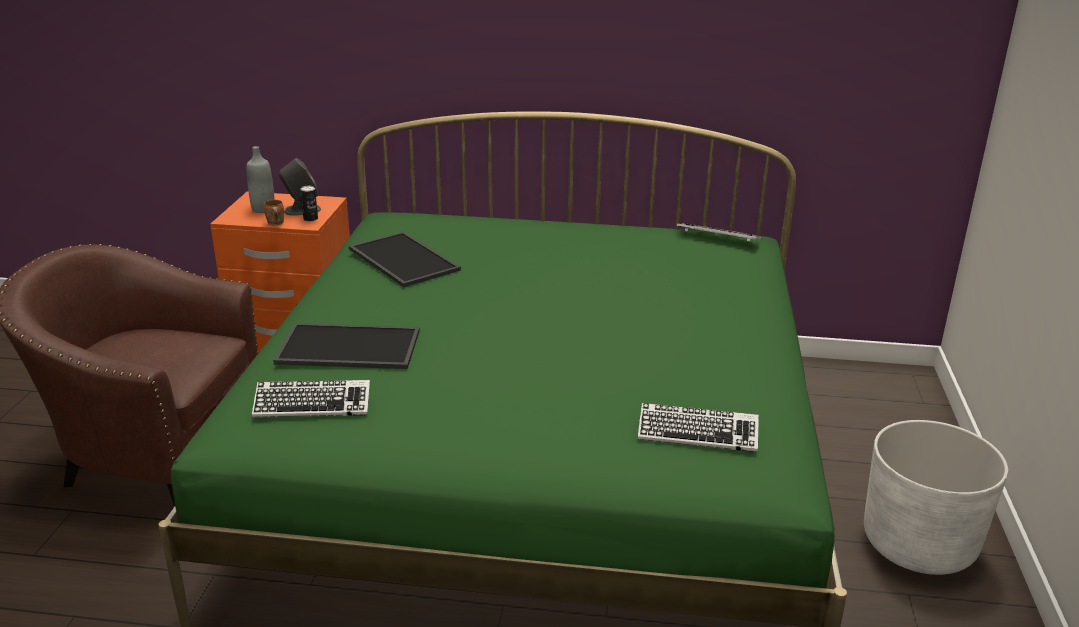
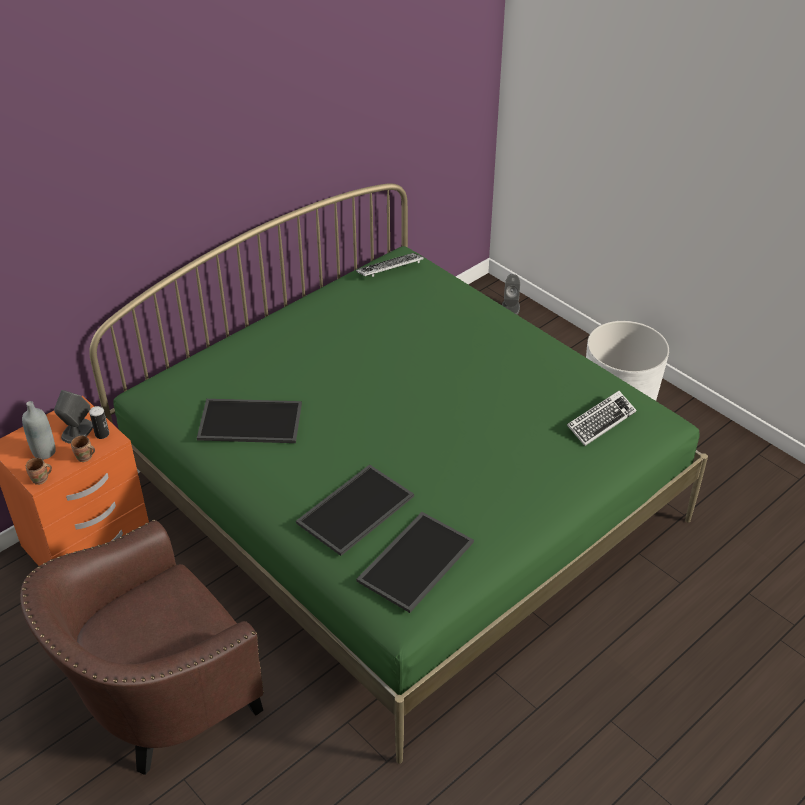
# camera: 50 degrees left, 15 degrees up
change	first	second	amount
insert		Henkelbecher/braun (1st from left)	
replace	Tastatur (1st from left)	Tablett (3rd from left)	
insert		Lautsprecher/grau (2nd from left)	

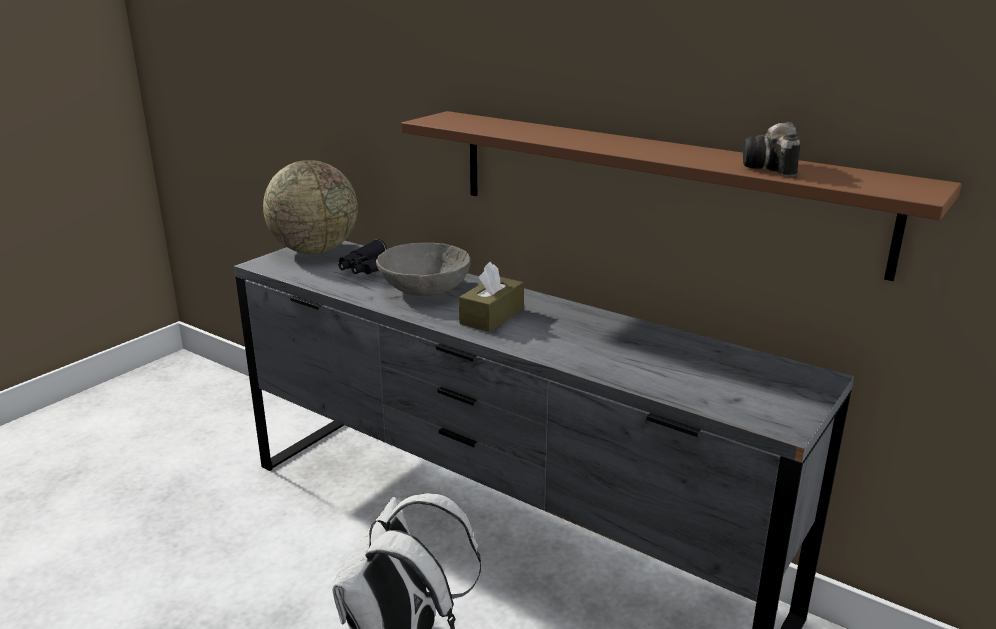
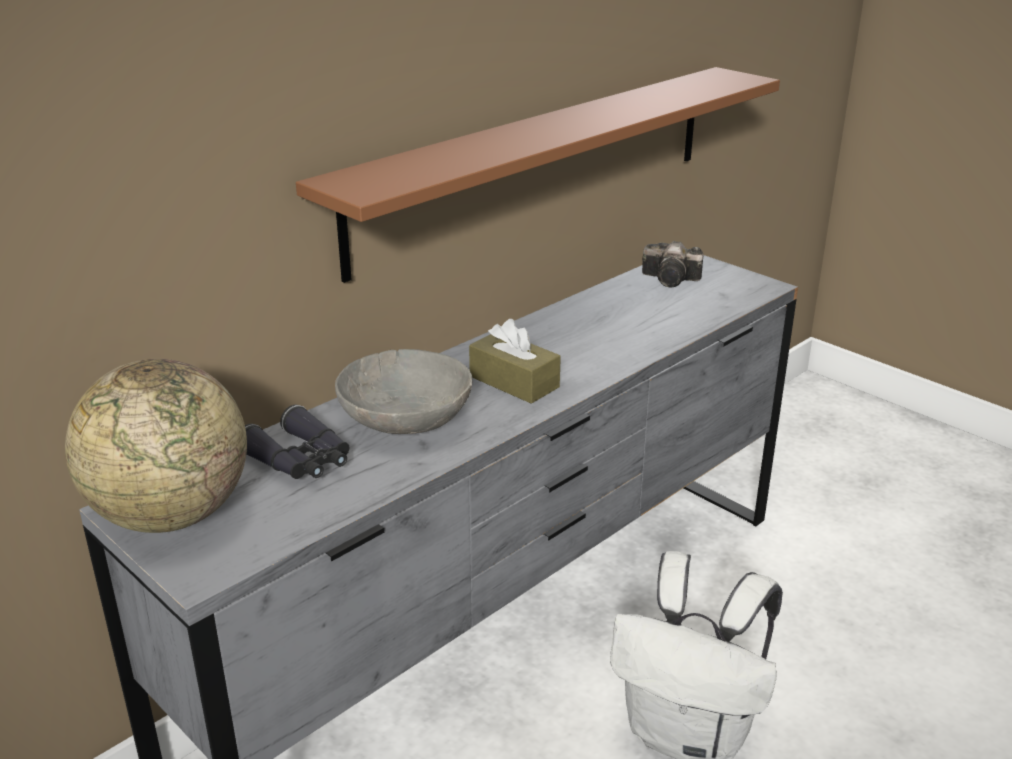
# camera: 80 degrees left, 5 degrees up
change	first	second	amount
move	Kamera		

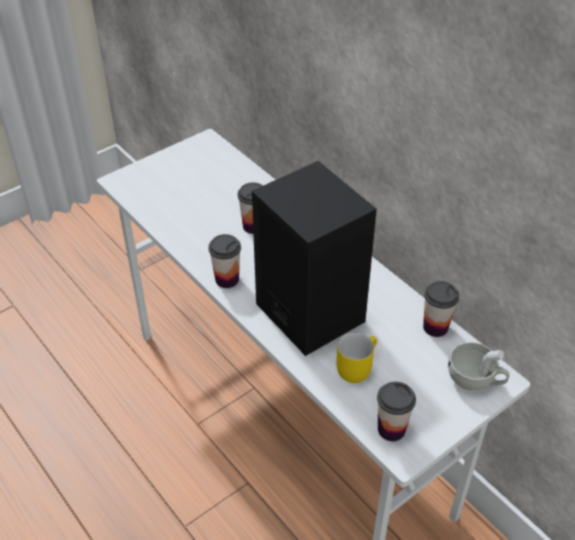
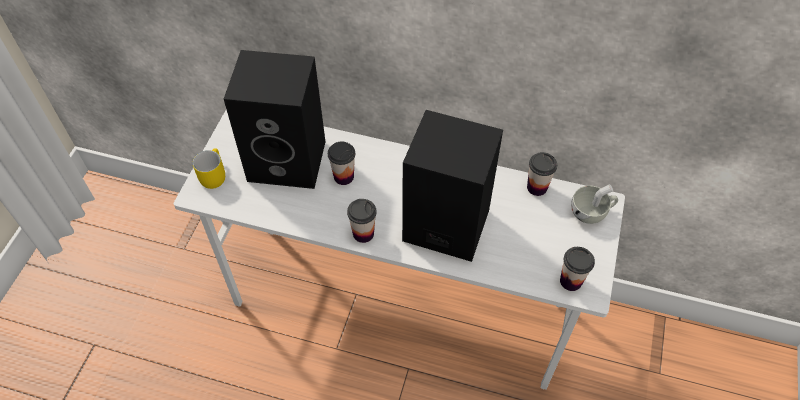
# camera: 35 degrees left, 10 degrees up
change	first	second	amount
move	Henkelbecher/gelb		
insert		Lautsprecher/schwarz (1st from left)	

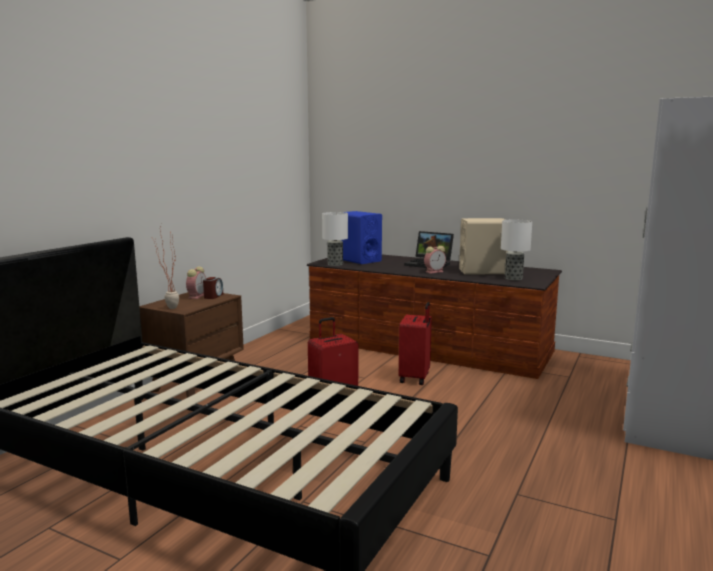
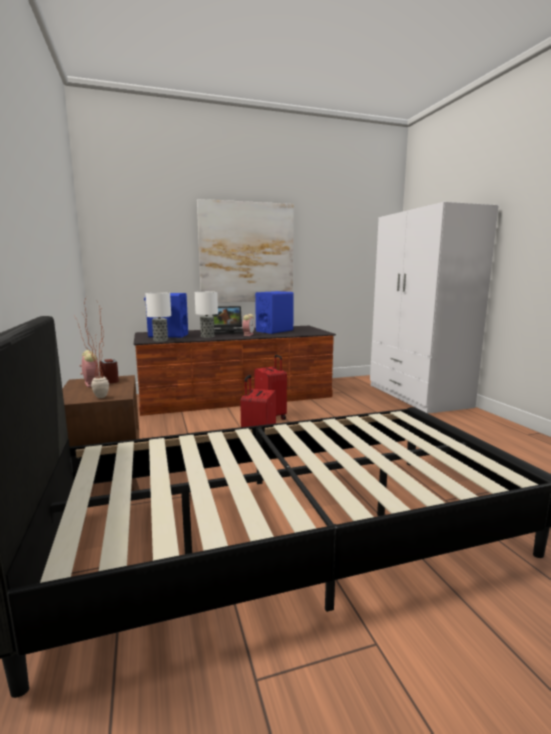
# camera: 45 degrees left, 0 degrees up
change	first	second	amount
move	Tischlampe (2nd from left)		
insert		Bild	
recolor	Lautsprecher/beige	Lautsprecher/blau (2nd from left)	

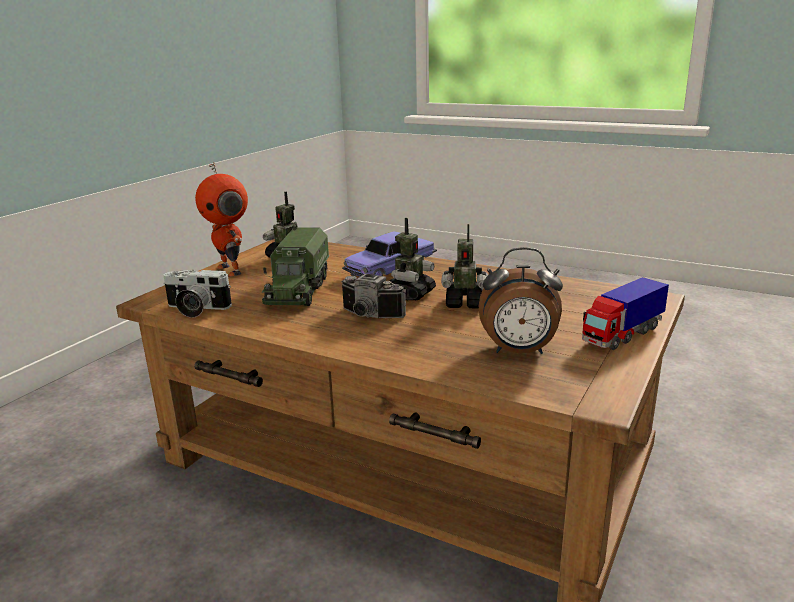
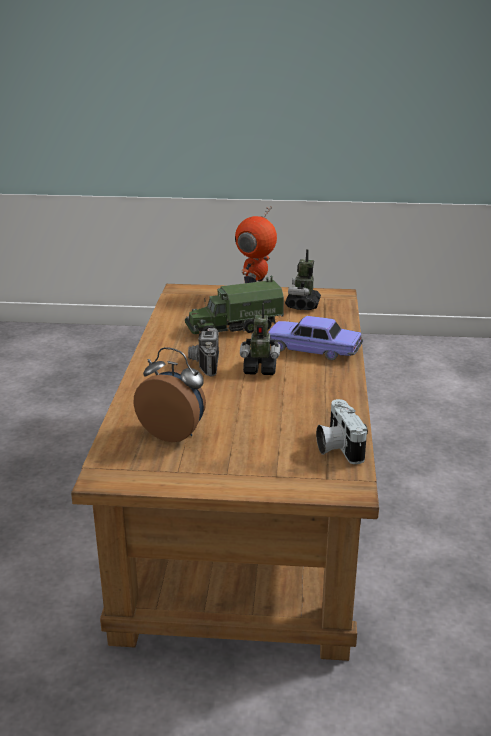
# camera: 65 degrees right, 5 degrees up
change	first	second	amount
rotate	Wecker		135 degrees clockwise
move	Kamera (1st from left in the first image)	Kamera (2nd from left)	
delete	Spielzeugroboter (4th from left)		
delete	Spielzeuglaster (2nd from left)		

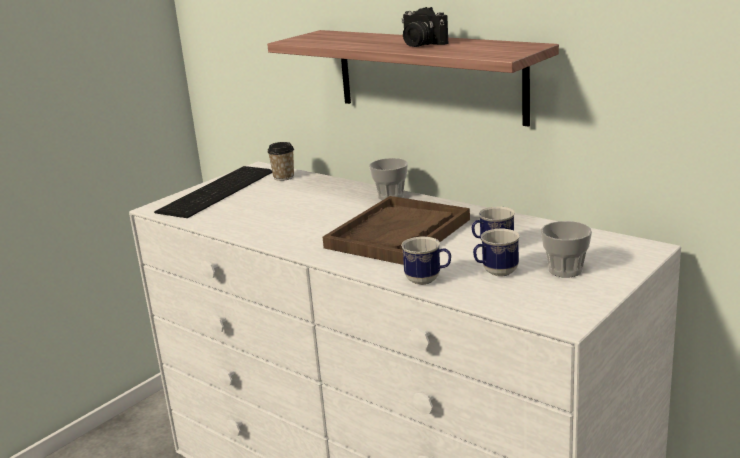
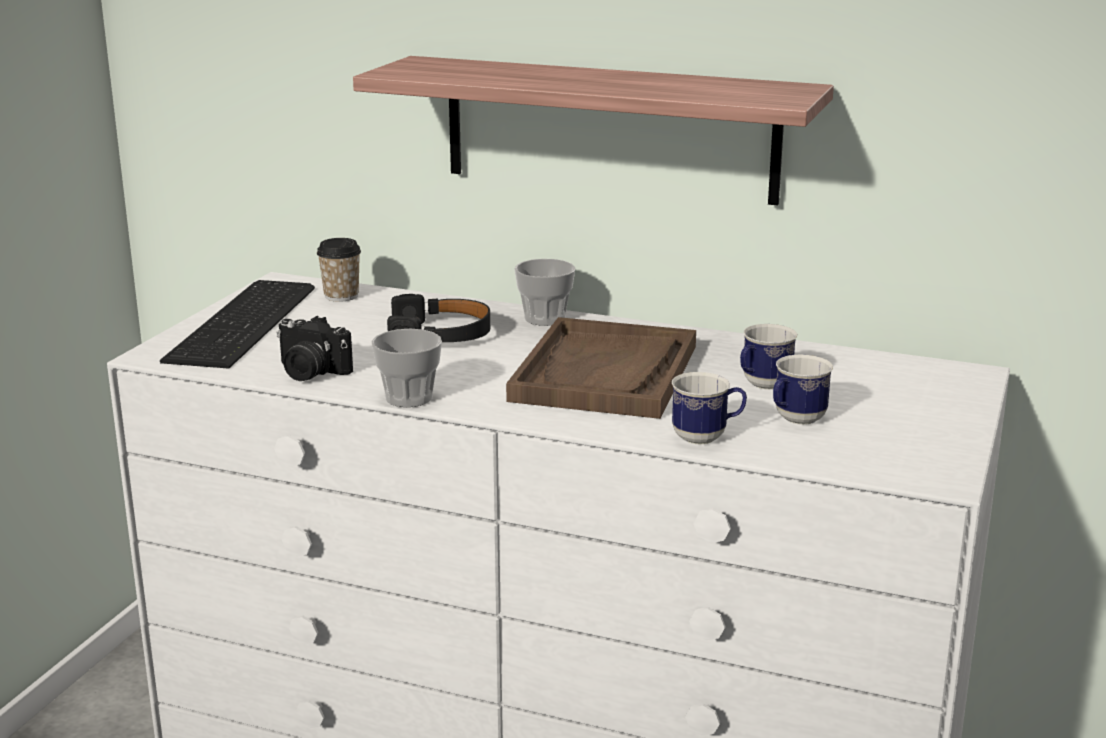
# camera: 20 degrees left, 0 degrees up
change	first	second	amount
move	Kamera		
move	Tasse (3rd from left in the first image)	Tasse (2nd from left)	
insert		Kopfhörer/schwarz	

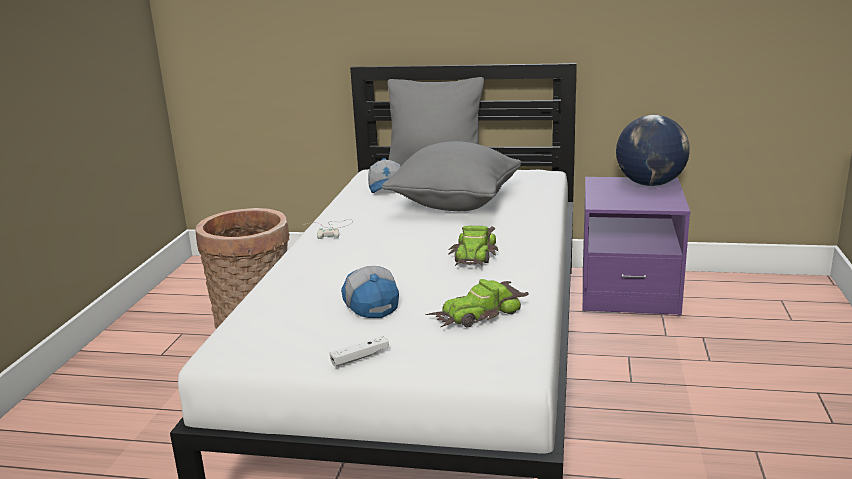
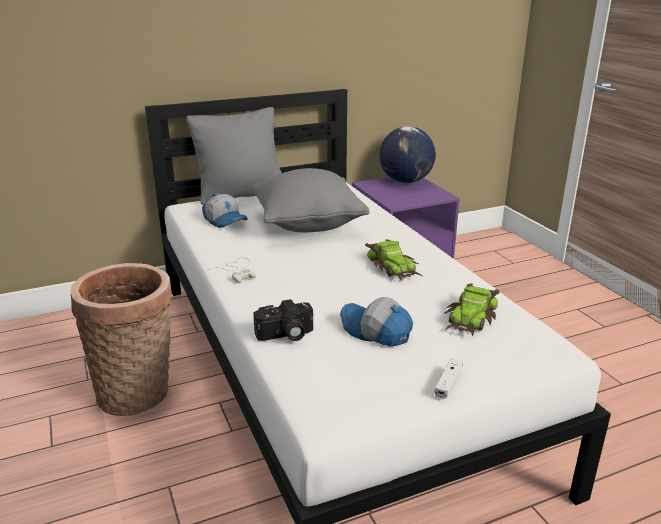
# camera: 35 degrees left, 5 degrees up
change	first	second	amount
insert		Kamera	

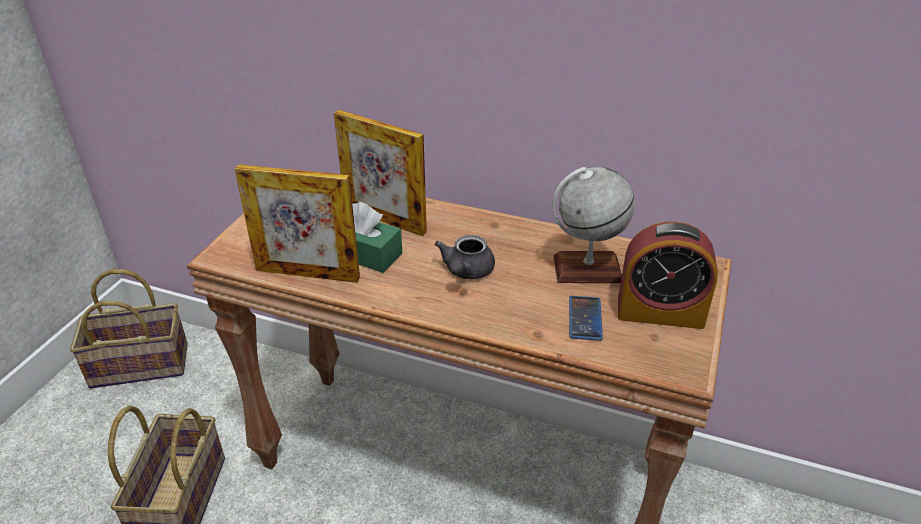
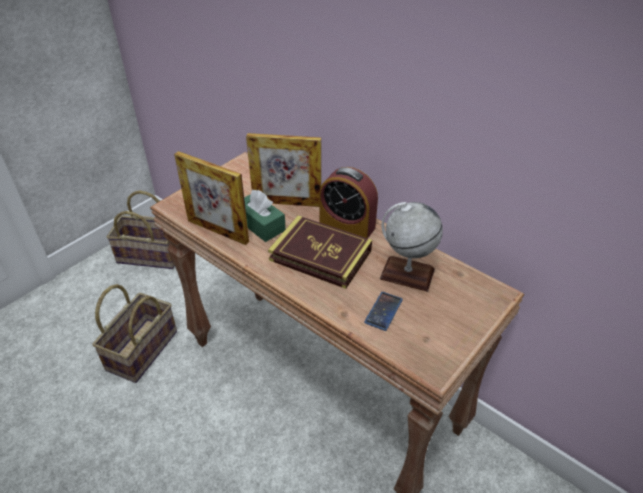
# camera: 20 degrees right, 5 degrees up
change	first	second	amount
rotate	Bilderrahmen (2nd from left)		45 degrees counterclockwise
replace	Teekanne/grau	Buch	
move	Wecker		

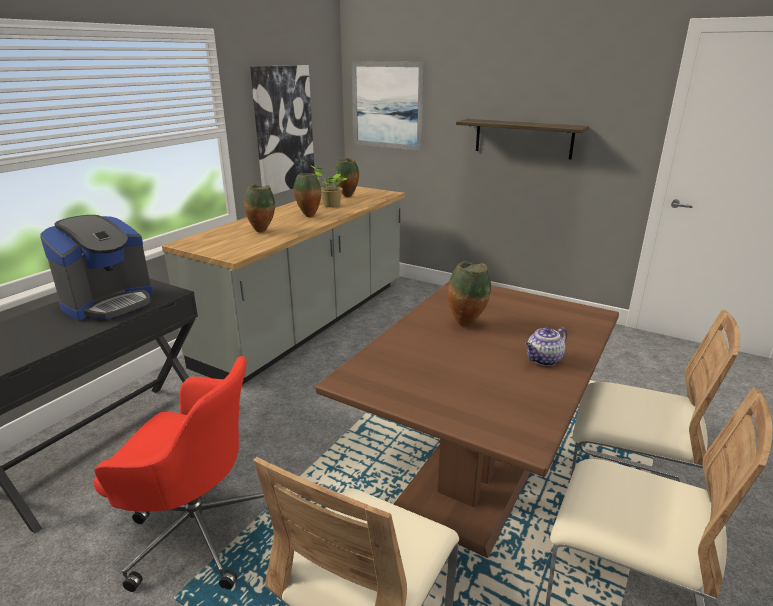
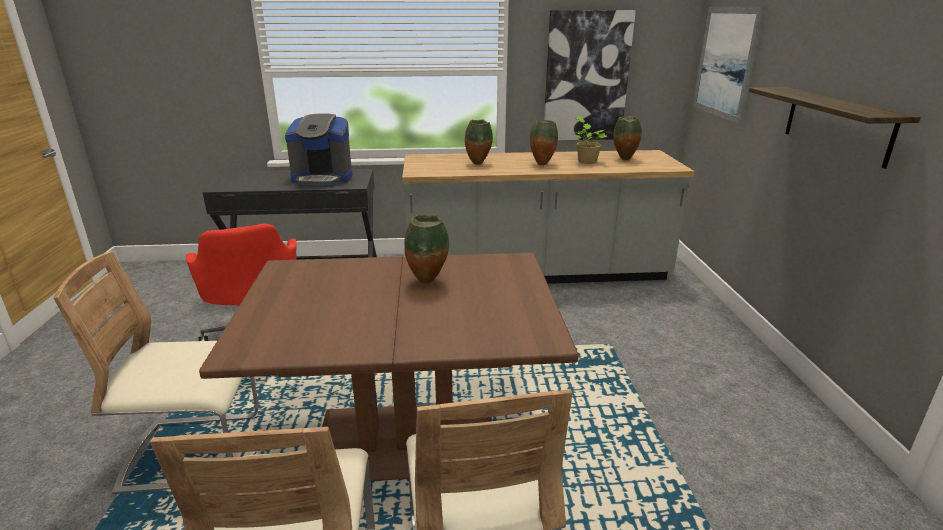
# camera: 55 degrees right, 0 degrees up
change	first	second	amount
delete	Teekanne		

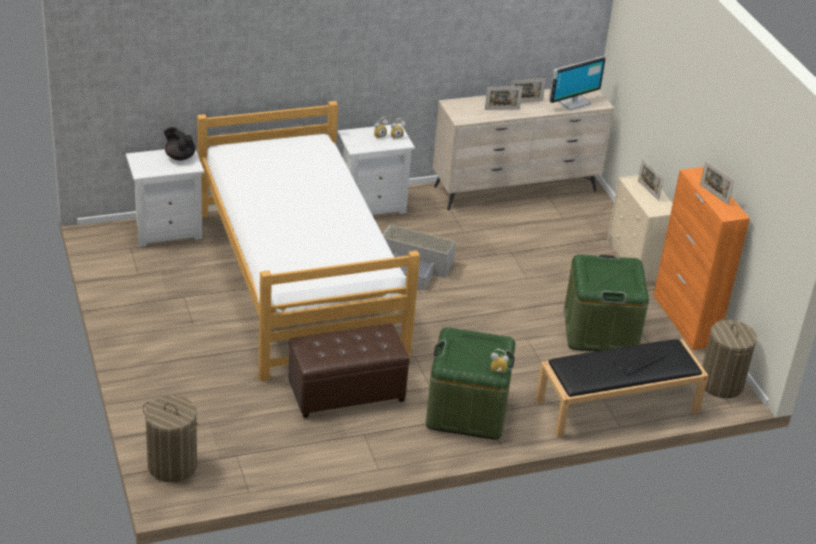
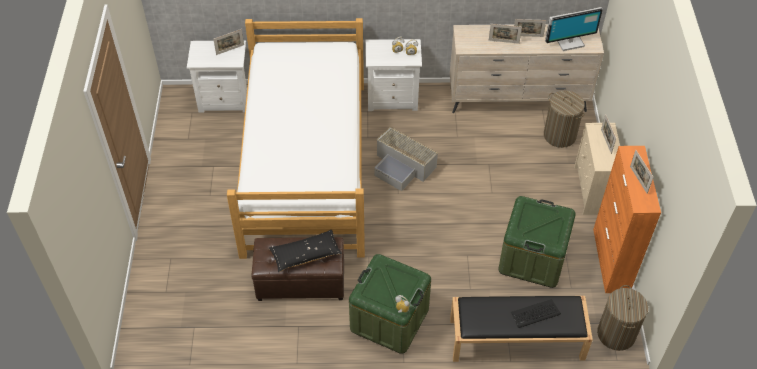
# camera: 20 degrees right, 15 degrees up
change	first	second	amount
replace	Teekanne/schwarz	Bilderrahmen (1st from left)	
insert		Kissen/schwarz	
move	Wäschekorb (1st from left)		

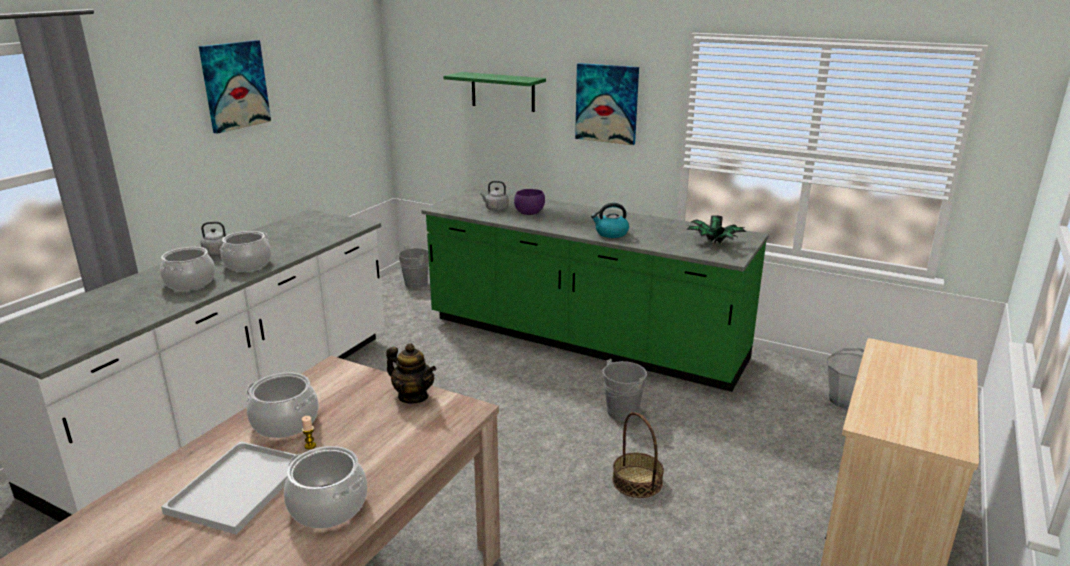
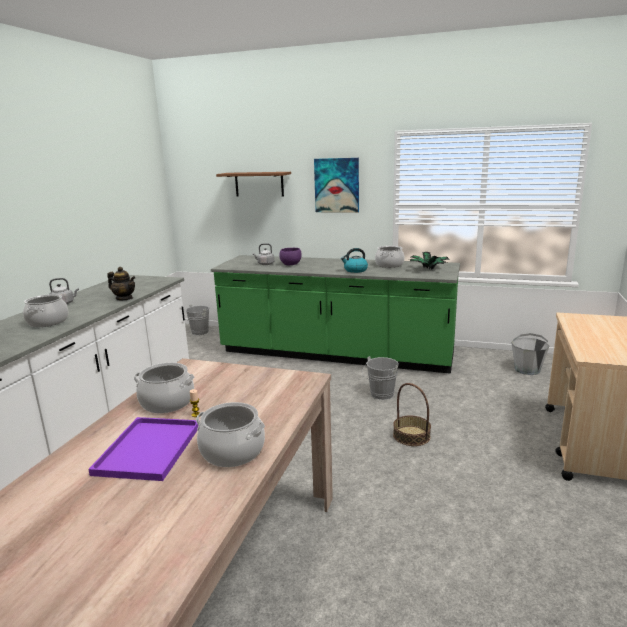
# camera: 10 degrees left, 5 degrees down
change	first	second	amount
recolor	Tablett/weiß	Tablett/lila	
move	Teekanne		
recolor	Wandregal/grün	Wandregal/braun	
move	Kochtopf (2nd from left in the first image)	Kochtopf (4th from left)	
delete	Bild (1st from left)		

